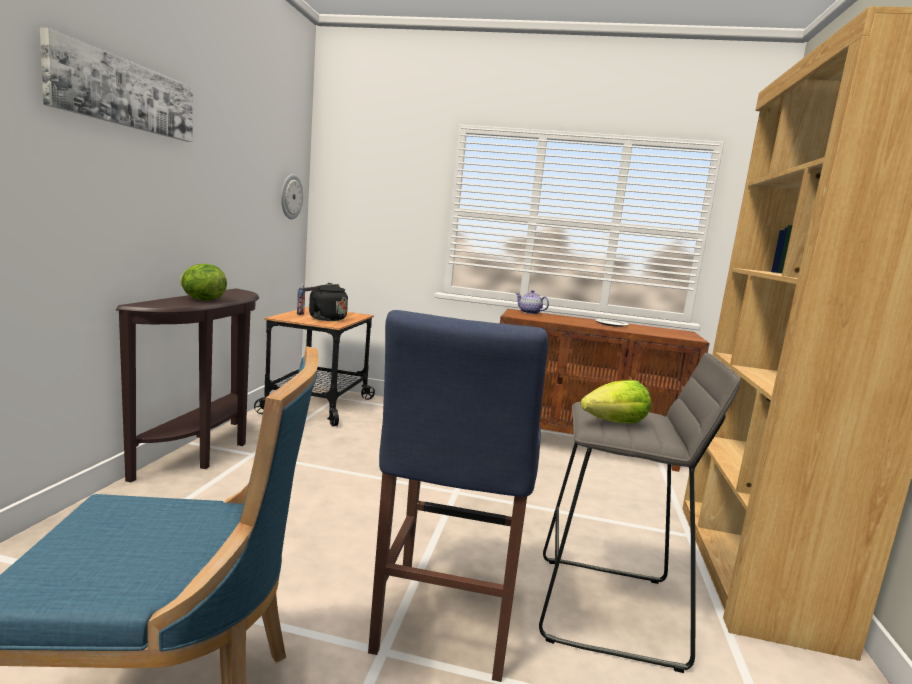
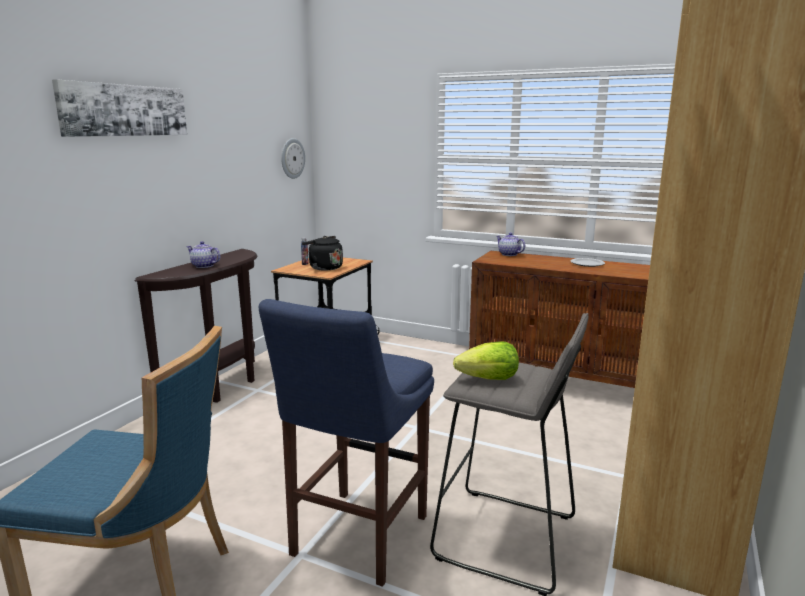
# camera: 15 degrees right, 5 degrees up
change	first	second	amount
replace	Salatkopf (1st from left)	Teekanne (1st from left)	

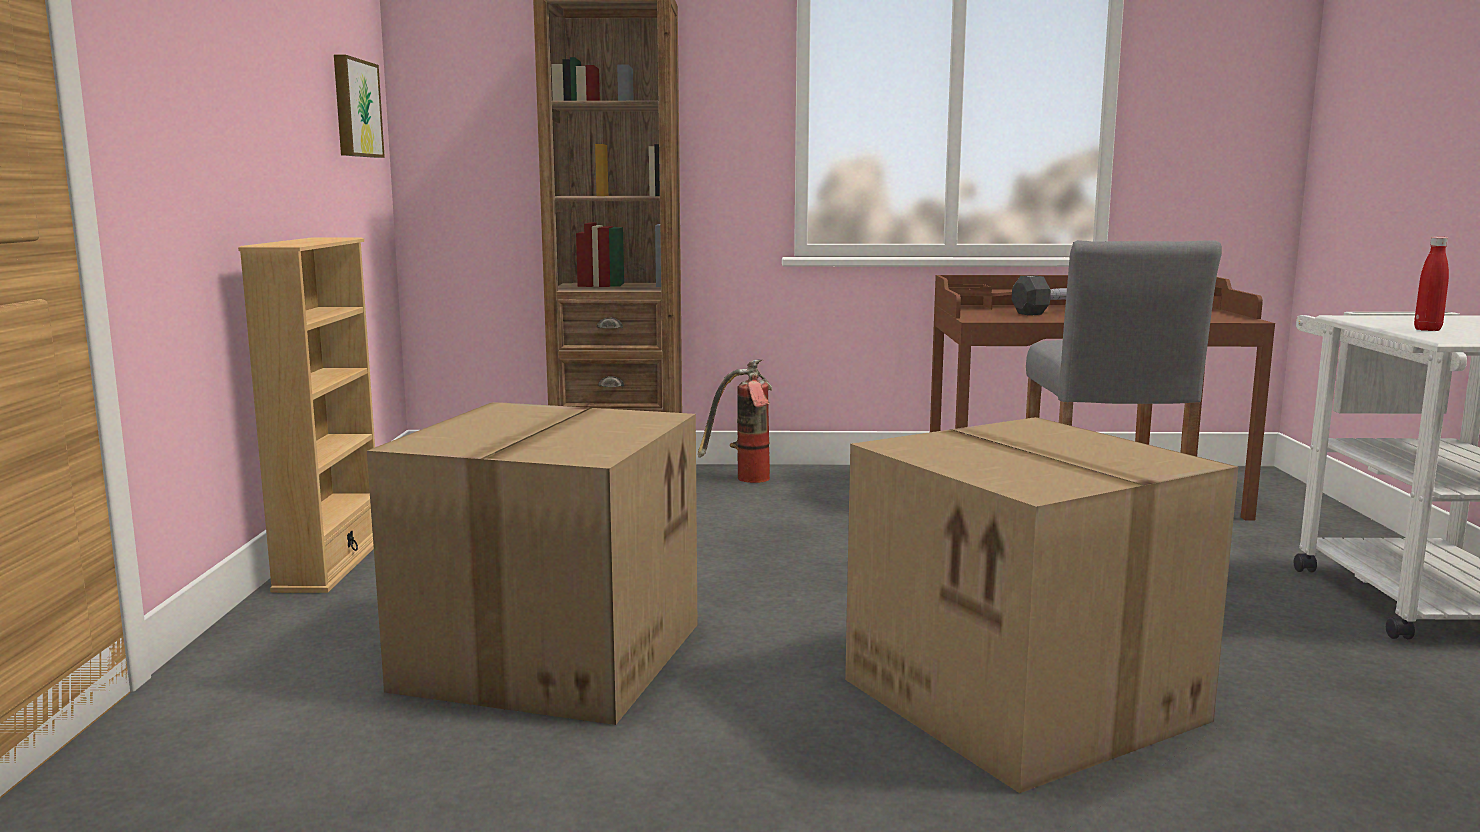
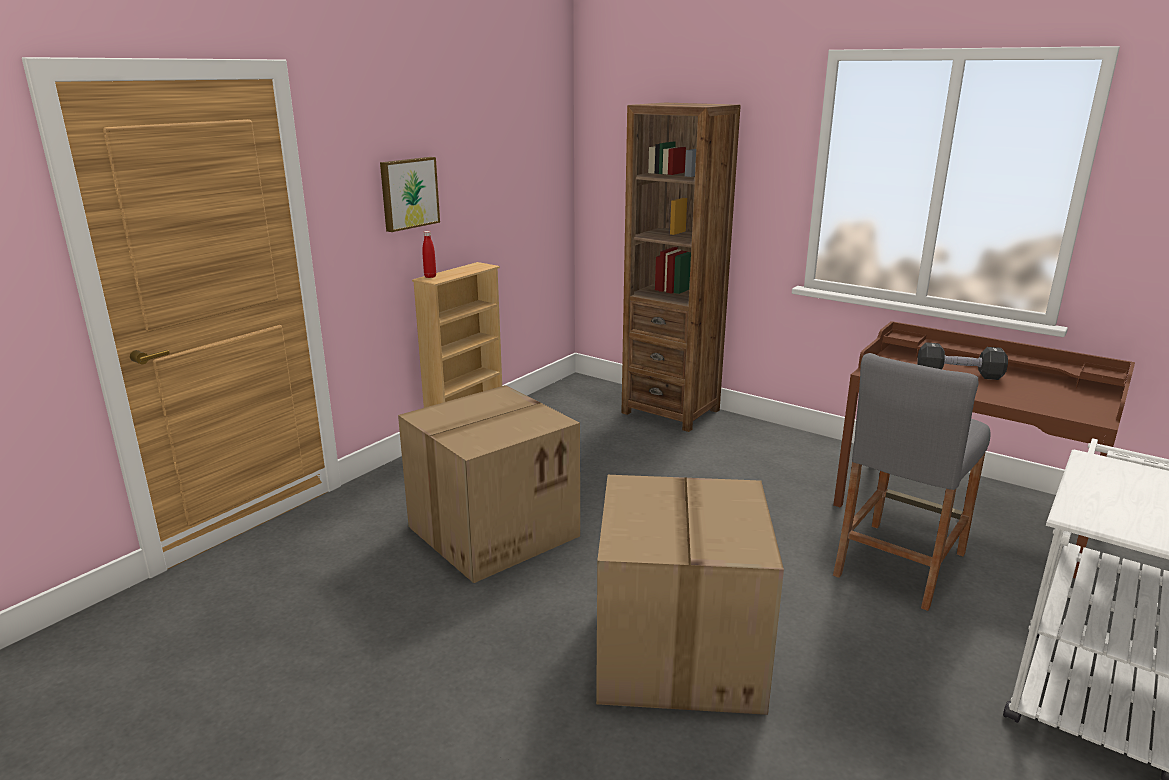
# camera: 35 degrees right, 10 degrees up
change	first	second	amount
move	Bild		
move	Flasche/rot		
delete	Feuerlöscher		

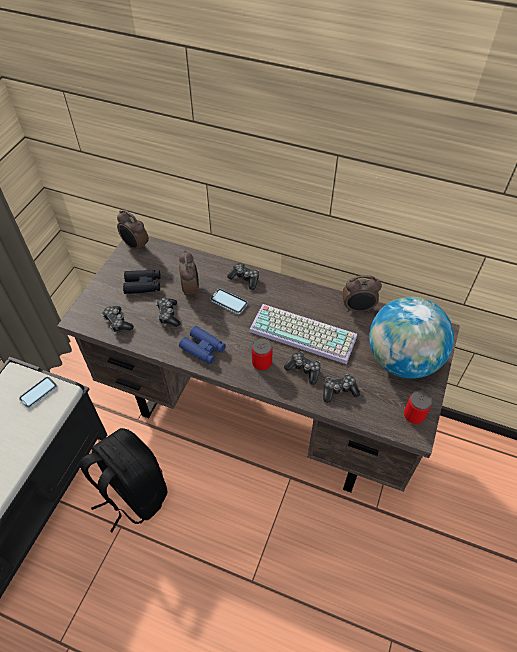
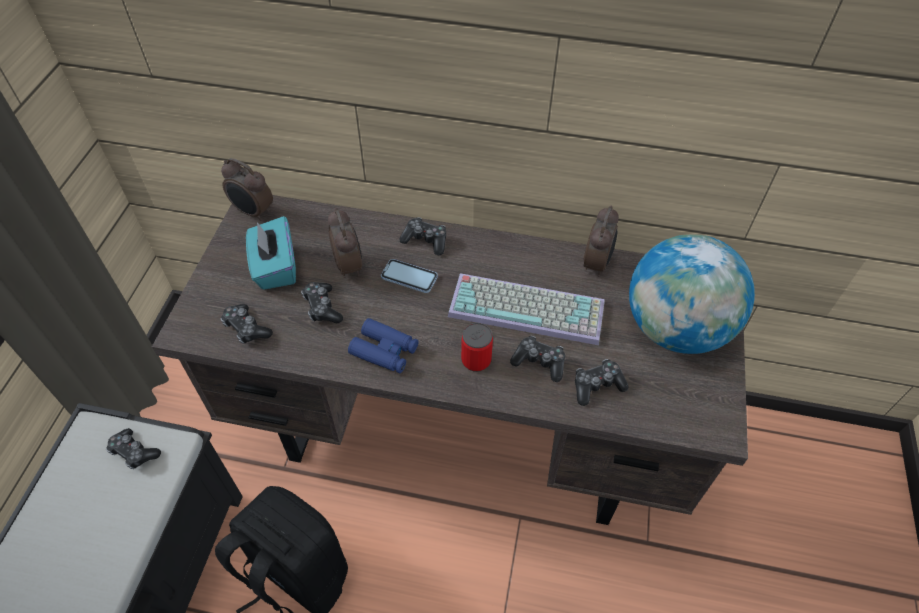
# camera: 10 degrees left, 0 degrees up
change	first	second	amount
replace	Handy (1st from left)	Gamepad (1st from left)	
replace	Fernglas/schwarz	Taschentuchbox/türkis	
rotate	Wecker (3rd from left)		60 degrees counterclockwise
delete	Dose (2nd from left)		

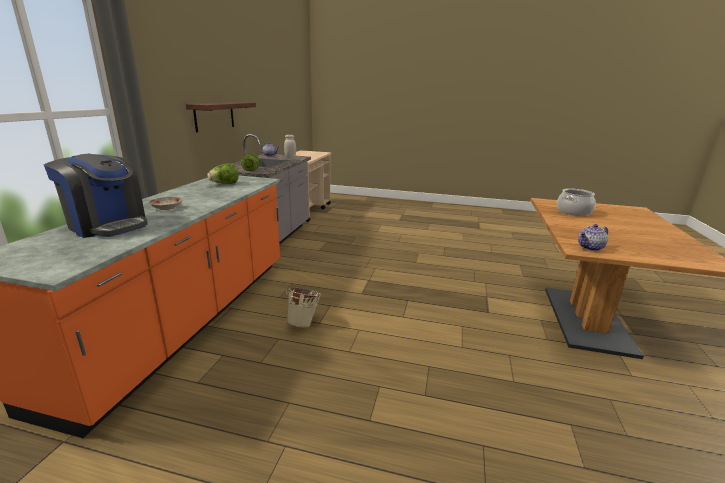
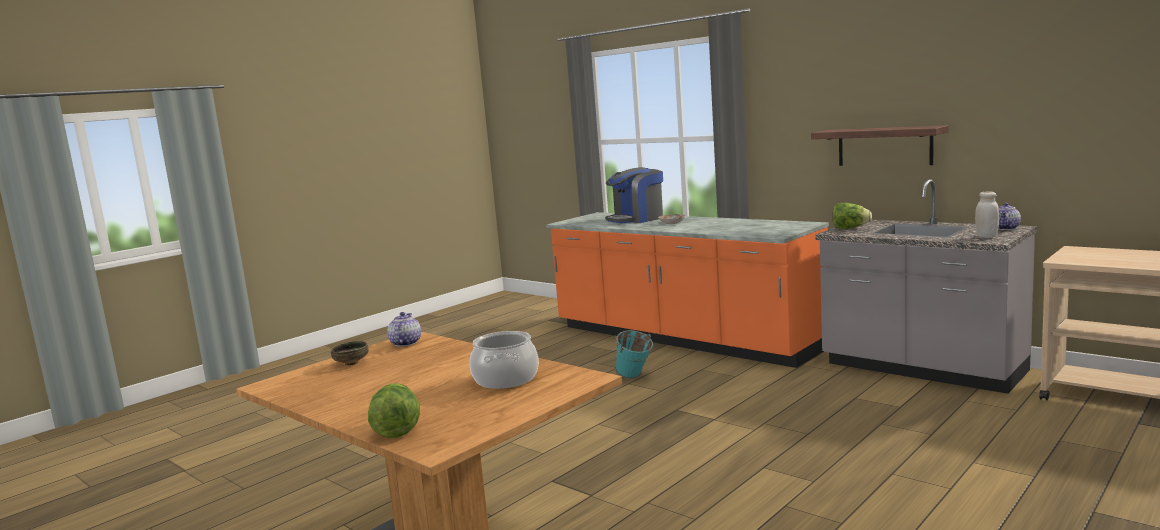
# camera: 120 degrees right, 10 degrees down
change	first	second	amount
insert		Schüssel	
move	Salatkopf (1st from left)		
recolor	Eimer/beige	Eimer/türkis	

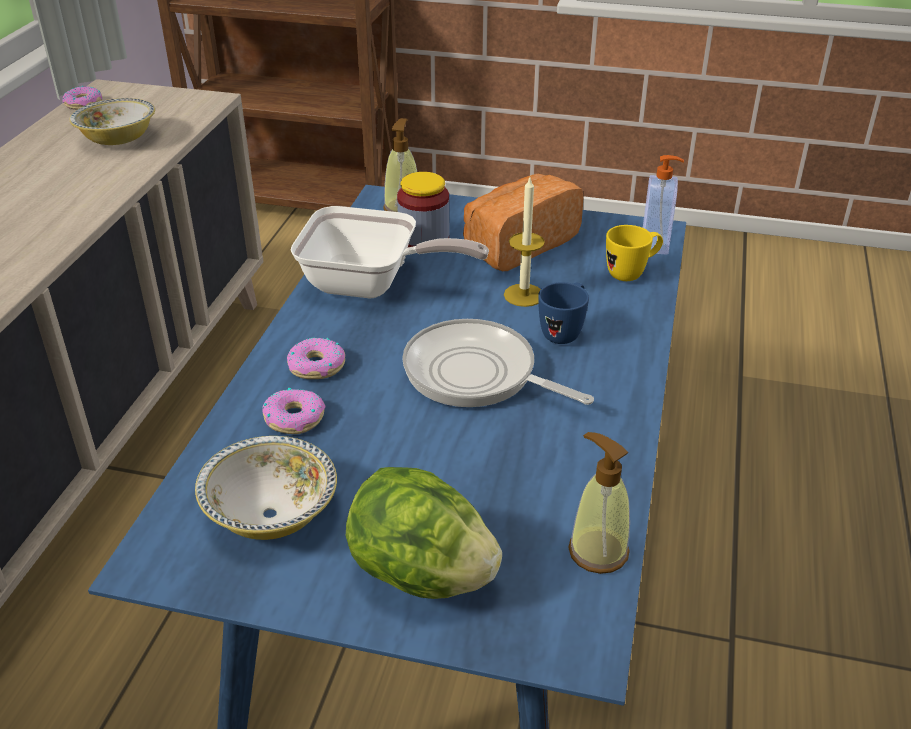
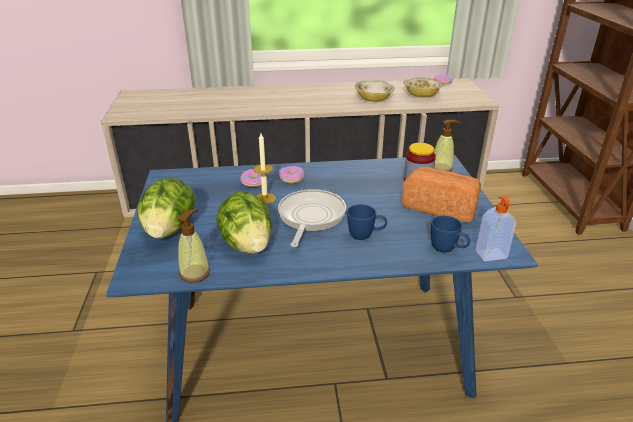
# camera: 70 degrees right, 5 degrees down
change	first	second	amount
insert		Salatkopf (2nd from left)	
move	Kerze		
move	Schüssel (2nd from left in the first image)	Schüssel (1st from left)	
recolor	Henkelbecher/gelb	Henkelbecher/blau (2nd from left)	
delete	Pfanne (1st from left)		

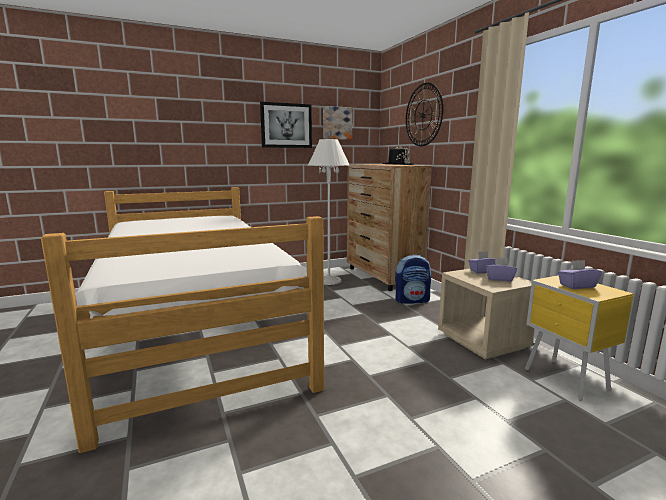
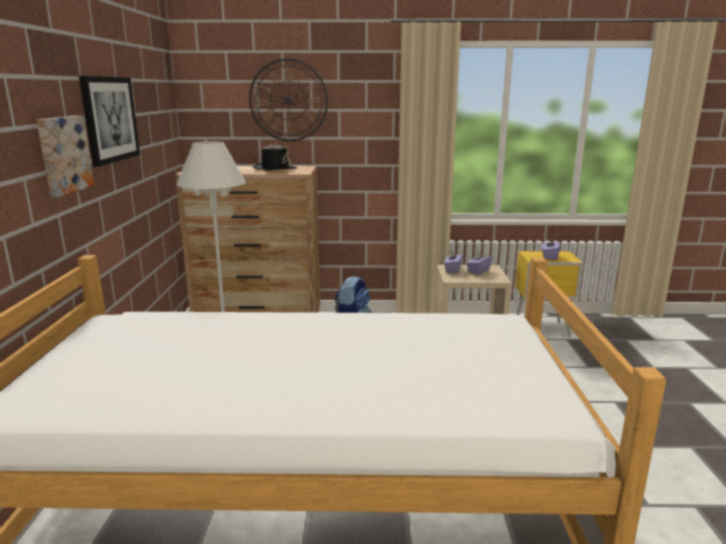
# camera: 65 degrees left, 5 degrees up
change	first	second	amount
move	Bild (2nd from left in the first image)	Bild (1st from left)	

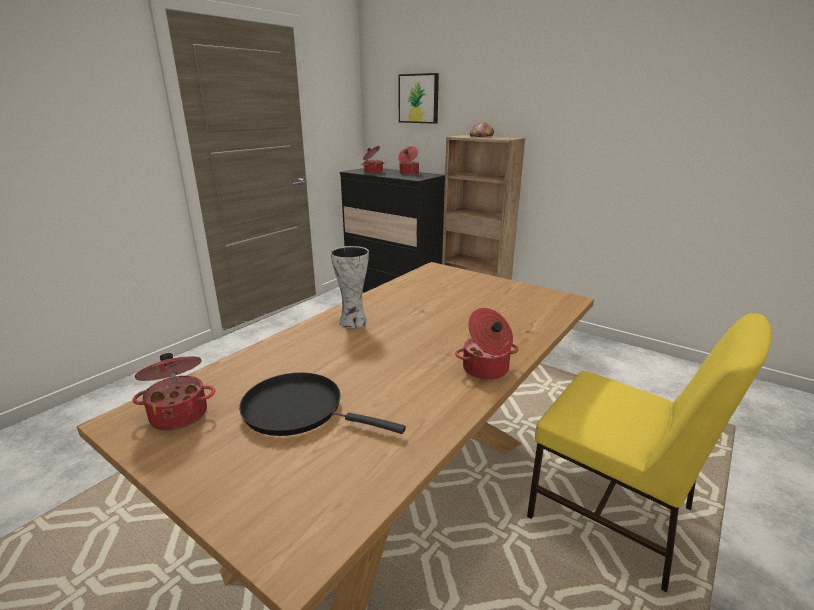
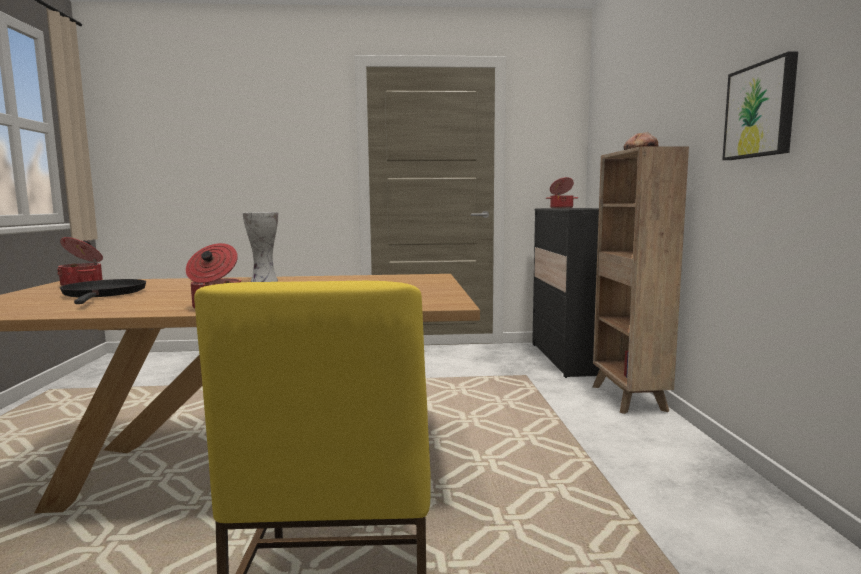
# camera: 50 degrees right, 15 degrees down
change	first	second	amount
move	Bild		
delete	Kochtopf (3rd from left)		

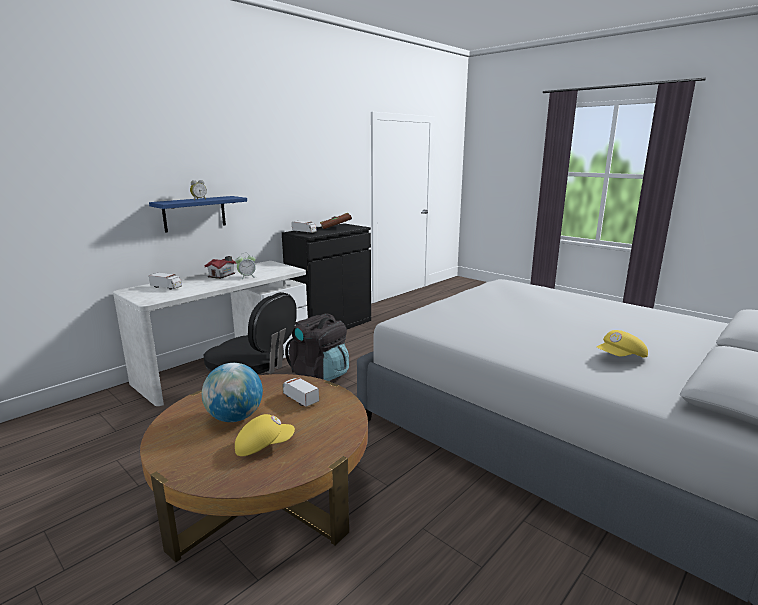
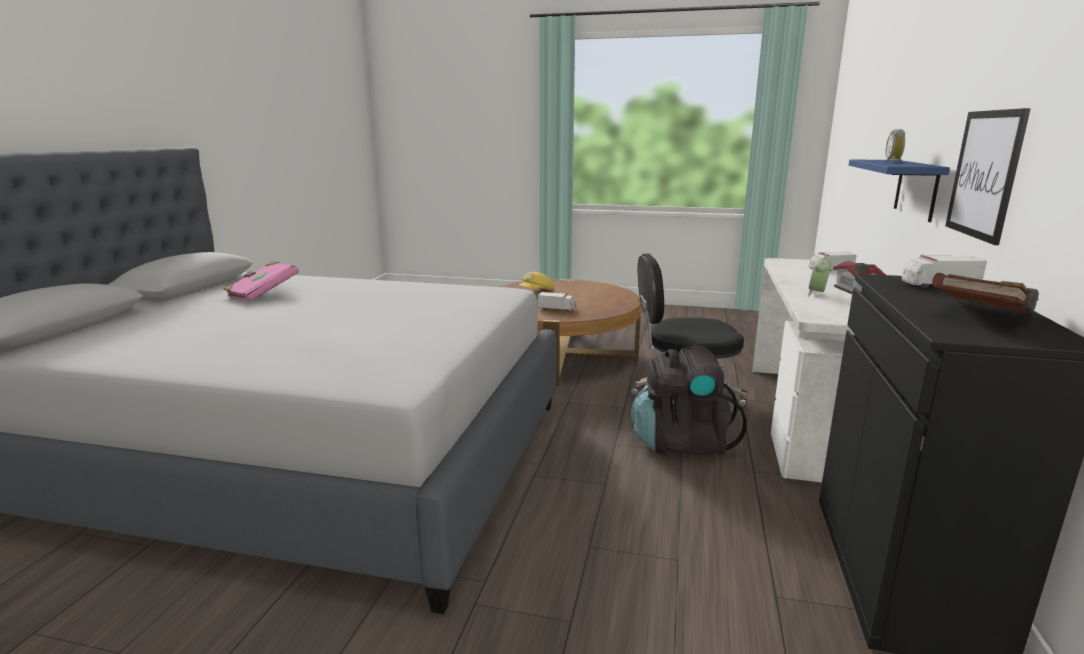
# camera: 150 degrees right, 0 degrees up
change	first	second	amount
replace	Kappe/gelb (2nd from left)	Buch/rosa	
insert		Bild	
delete	Globus		

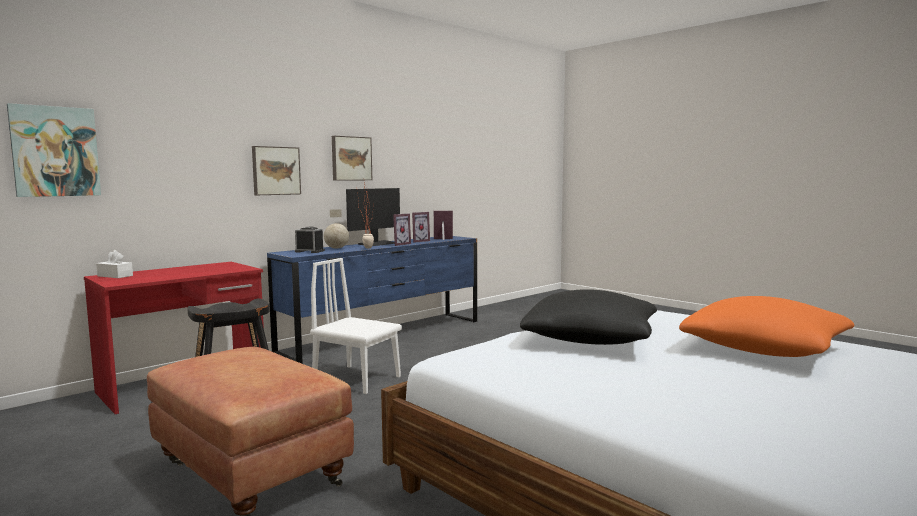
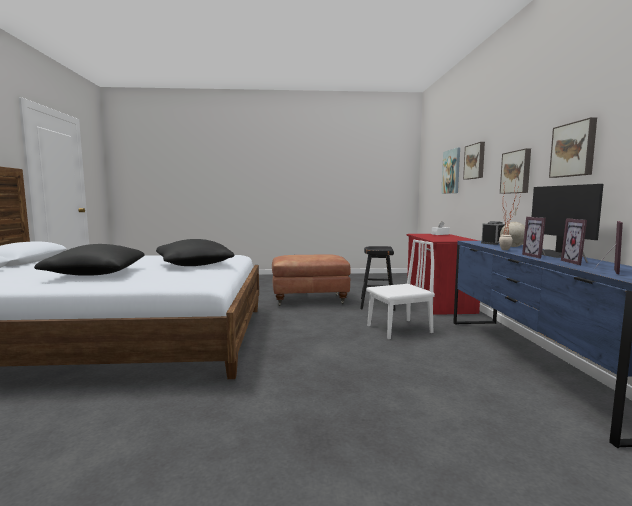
# camera: 130 degrees right, 0 degrees up
change	first	second	amount
recolor	Kissen/orange	Kissen/schwarz (1st from left)	
insert		Bild (2nd from left)	

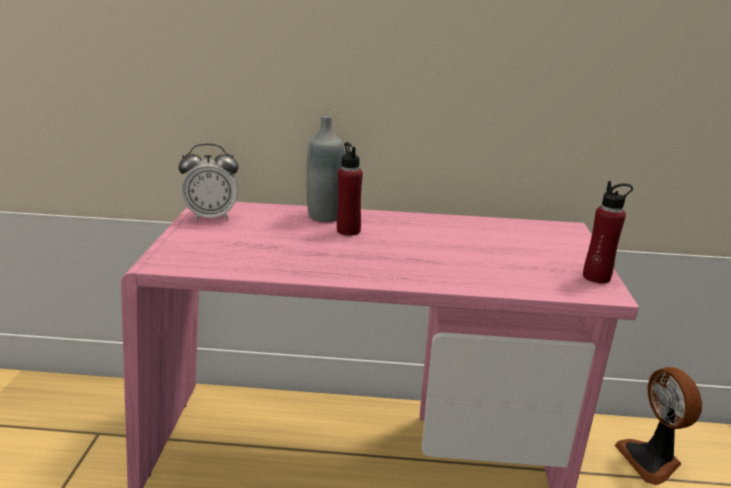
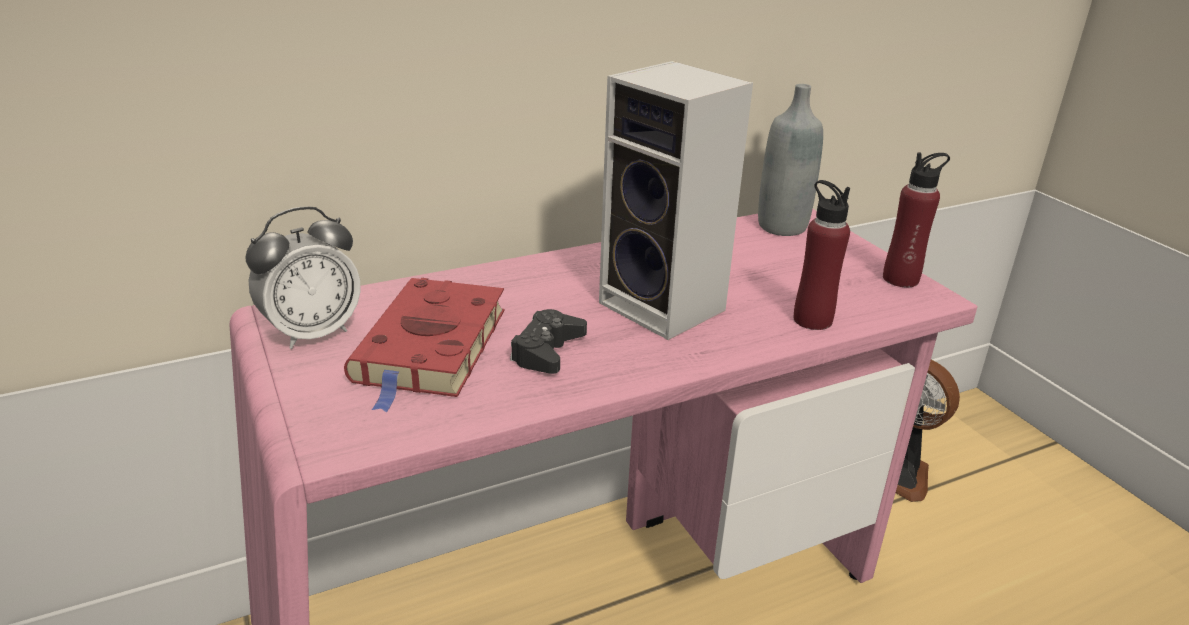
# camera: 30 degrees left, 5 degrees up
change	first	second	amount
insert		Buch/rot	
insert		Gamepad/schwarz	
insert		Lautsprecher	
move	Flasche/grau		
move	Flasche/rot (1st from left)		

